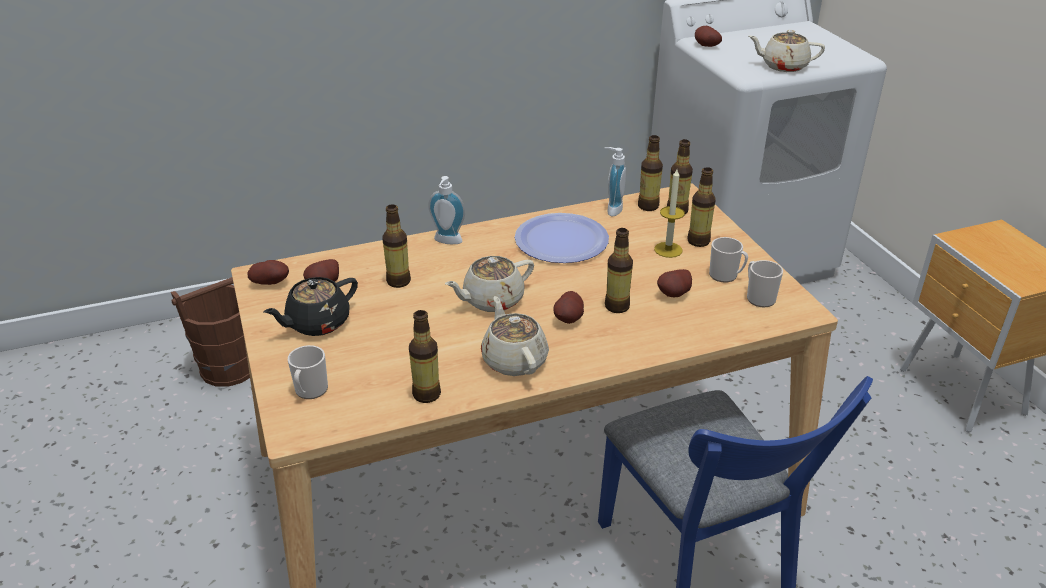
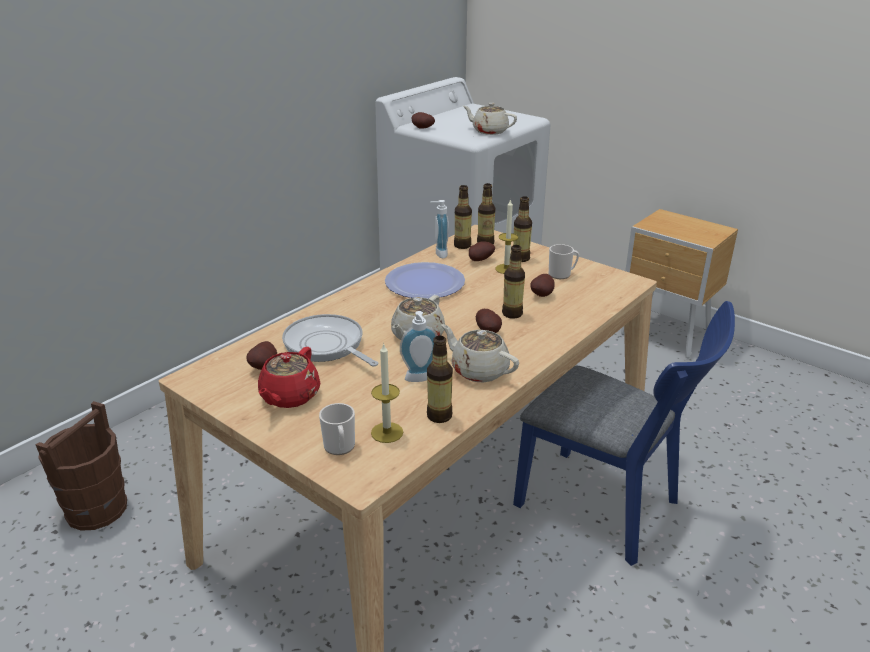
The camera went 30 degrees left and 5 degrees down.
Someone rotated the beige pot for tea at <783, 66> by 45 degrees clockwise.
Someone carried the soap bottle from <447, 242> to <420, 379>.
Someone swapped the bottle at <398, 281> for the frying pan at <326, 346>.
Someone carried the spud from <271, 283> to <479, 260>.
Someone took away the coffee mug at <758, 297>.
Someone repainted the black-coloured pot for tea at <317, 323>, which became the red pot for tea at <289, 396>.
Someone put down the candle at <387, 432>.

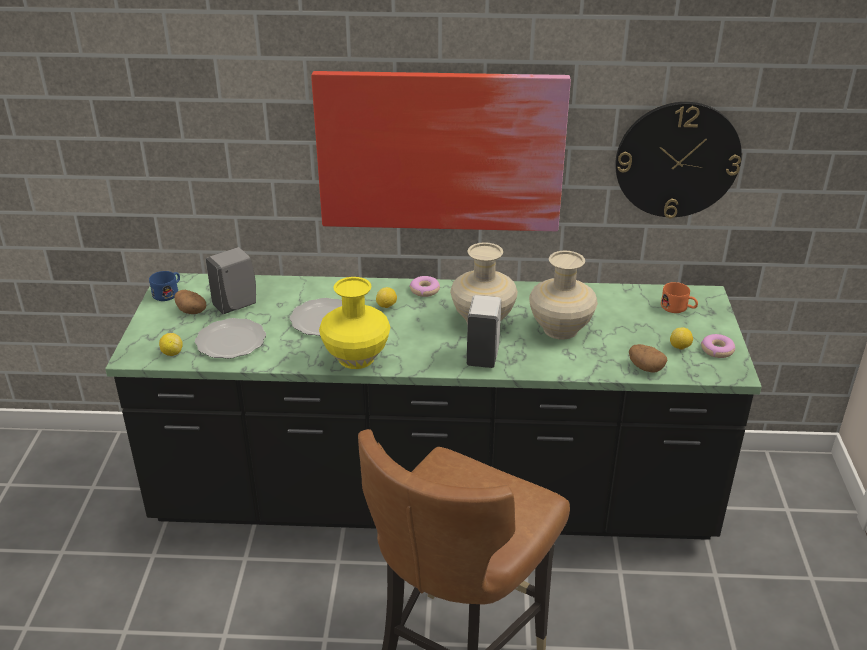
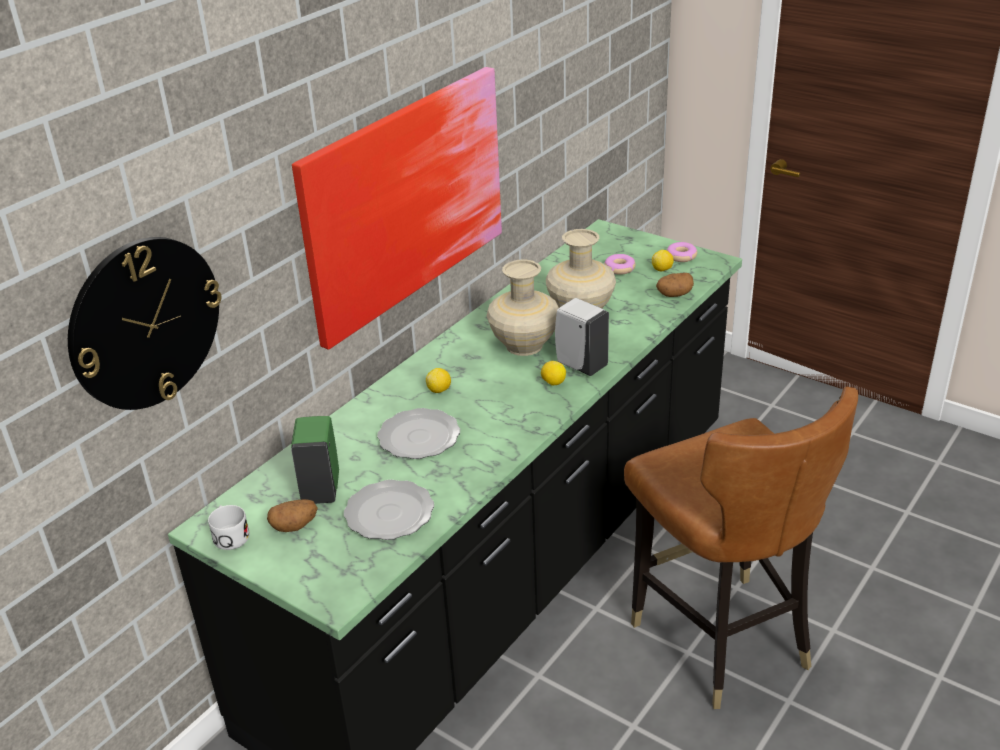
The camera went 55 degrees left and 0 degrees up.
Someone carried the wall clock from <677, 160> to <145, 323>.
Someone repainted the grey soap bottle at <237, 305>, which became the greenish soap bottle at <321, 489>.
Someone repainted the blue coffee mug at <168, 293>, which became the whitish coffee mug at <229, 535>.
Someone carried the doughnut from <424, 290> to <619, 268>.
Someone took away the yellowish flower vase at <357, 357>.
Someone took away the orangey coffee mug at <678, 308>.
Someone carried the lemon from <172, 353> to <553, 383>.

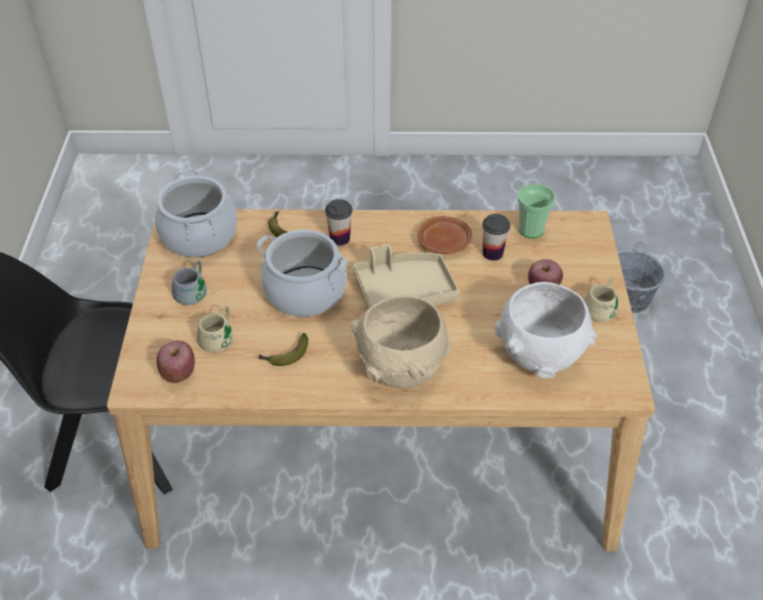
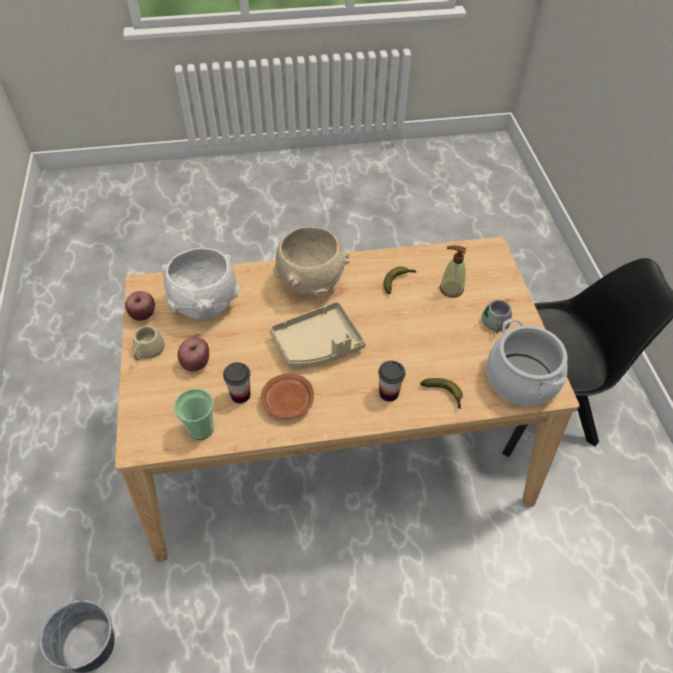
The camera went 170 degrees right and 5 degrees up.
Someone took away the cooking pot at <305, 291>.
Someone swapped the beige coffee mug at <222, 337> for the soap bottle at <451, 289>.
Someone carried the whole apple from <178, 373> to <143, 315>.

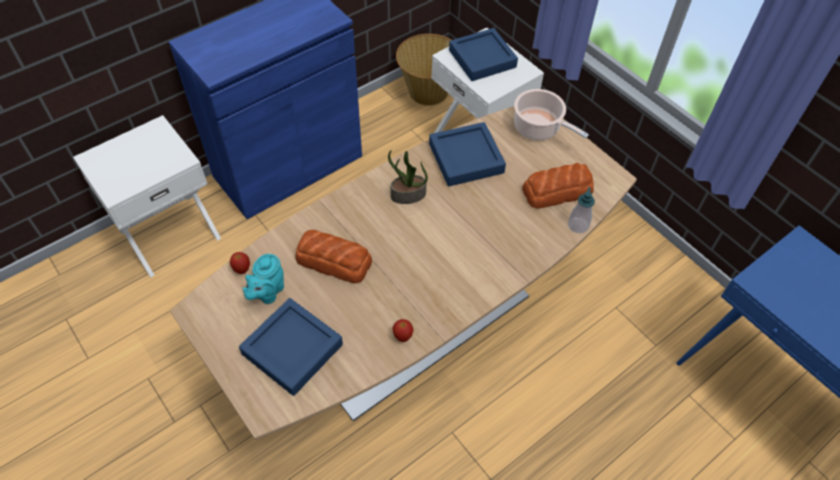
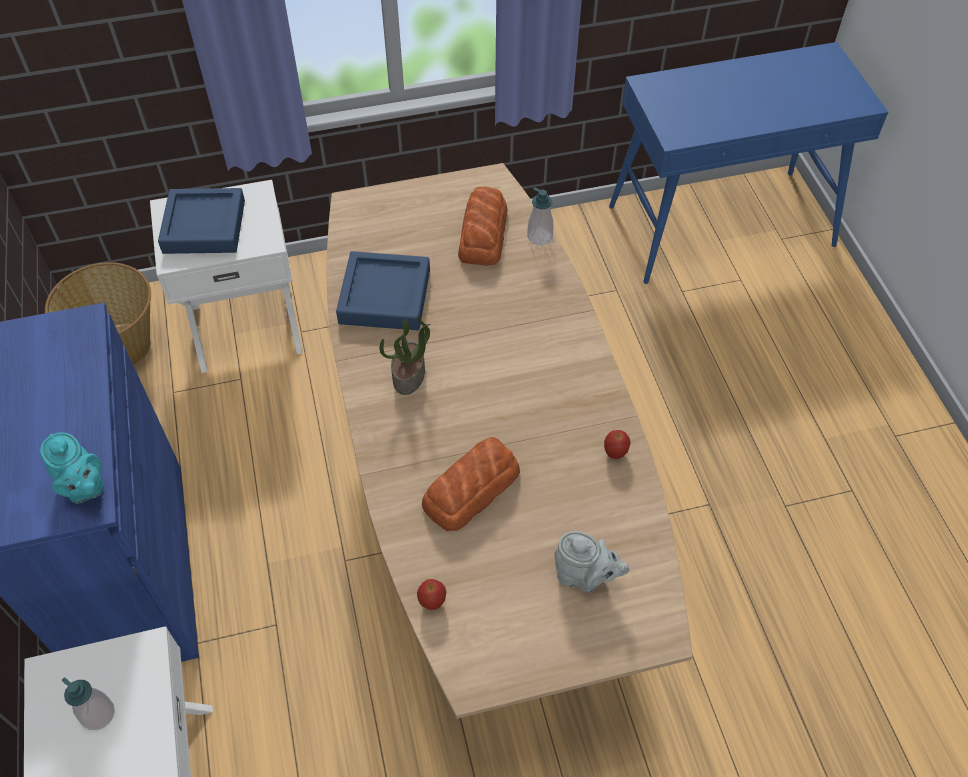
The camera went 65 degrees left and 0 degrees up.
Someone took away the cooking pot at <539, 128>.
Someone carried the blue-green pot for tea from <267, 292> to <84, 488>.
Someone swapped the blue serving tray at <292, 349> for the grey pot for tea at <584, 576>.
Someone put down the soap bottle at <98, 714>.

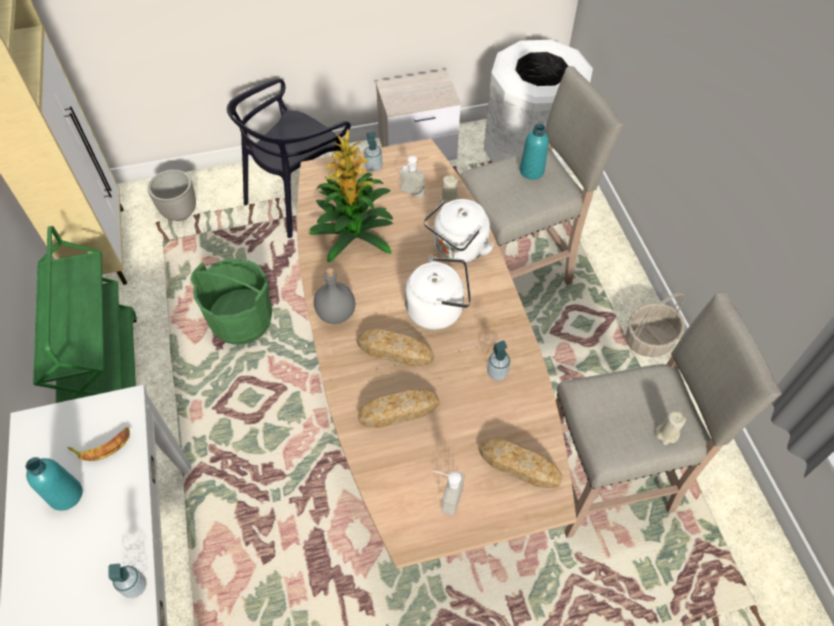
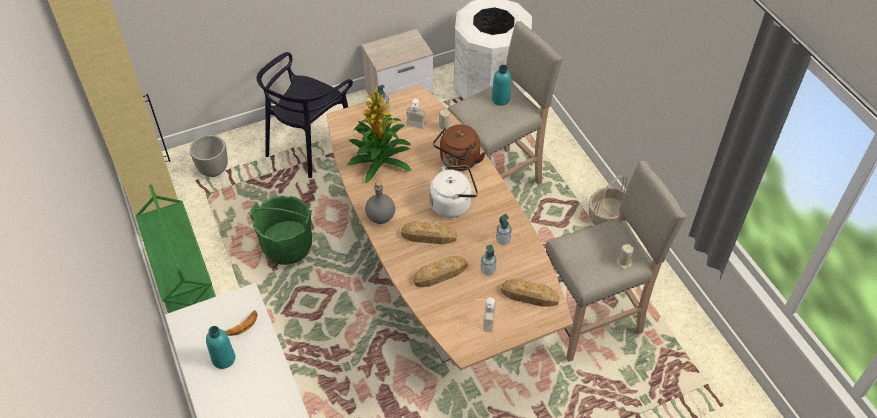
The camera went 10 degrees left and 5 degrees down.
Someone repainted the whitish kettle at <458, 249>, which became the brown kettle at <458, 161>.
Someone carried the soap bottle from <135, 586> to <488, 270>.

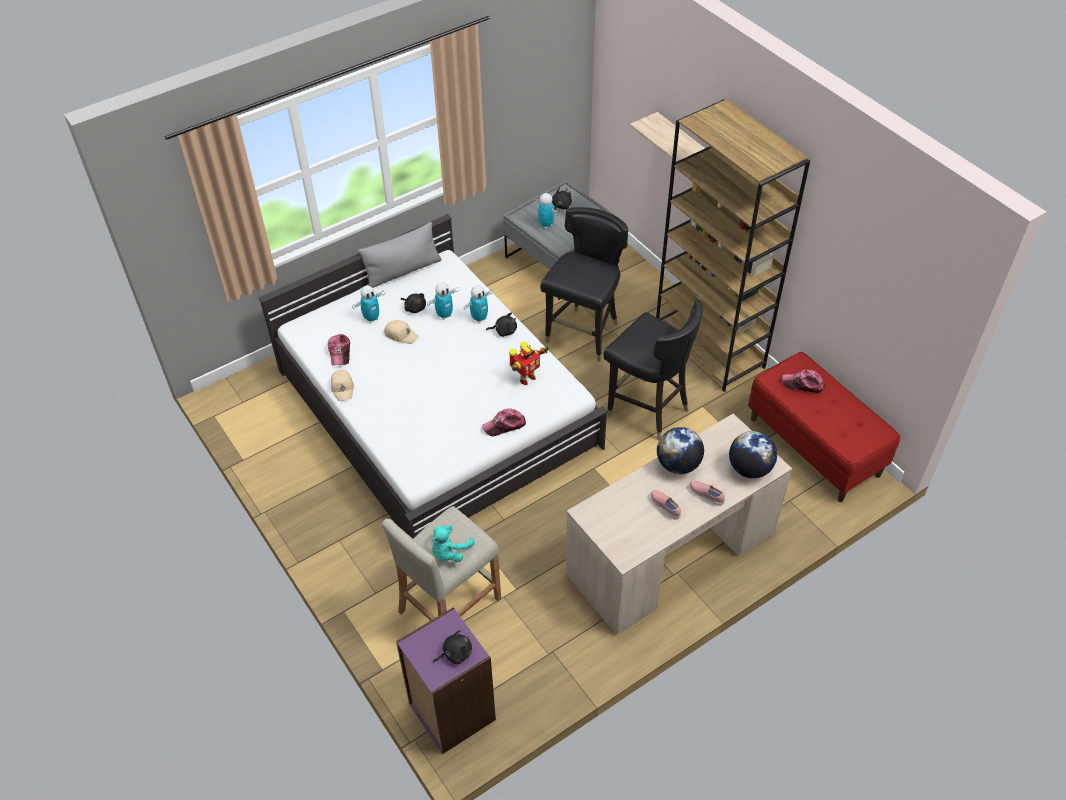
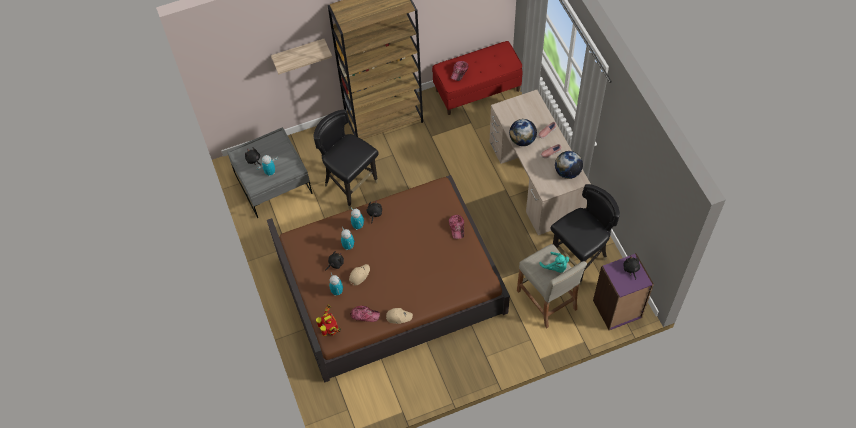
The camera went 75 degrees left and 10 degrees up.
Someone repainted the whitish bedroom bed at <436, 408>, which became the brown bedroom bed at <390, 284>.
Someone took away the grey cushion at <403, 271>.
Someone carried the black-coloured chair from <647, 410> to <579, 260>.
Someone carried the robot figure from <526, 378> to <330, 331>.
Someone carried the globe from <749, 469> to <567, 172>.

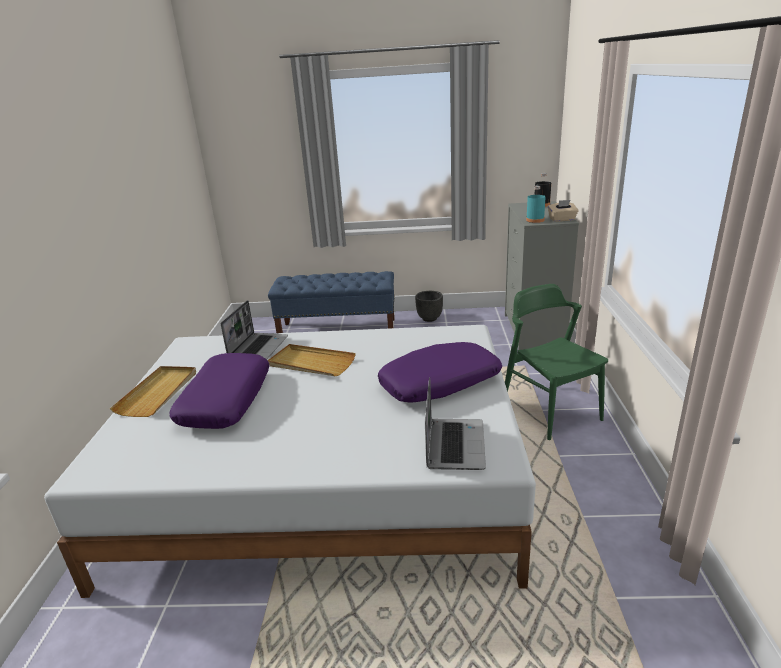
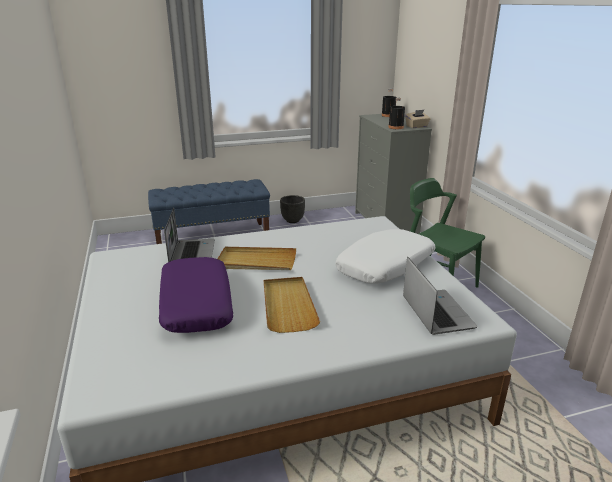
The camera went 20 degrees left and 0 degrees up.
Someone repainted the blue-green bottle at <535, 220>, which became the black-coloured bottle at <396, 127>.
Someone repainted the purple cushion at <440, 384>, which became the whitish cushion at <386, 266>.
Someone carried the beige serving tray from <158, 393> to <288, 306>.

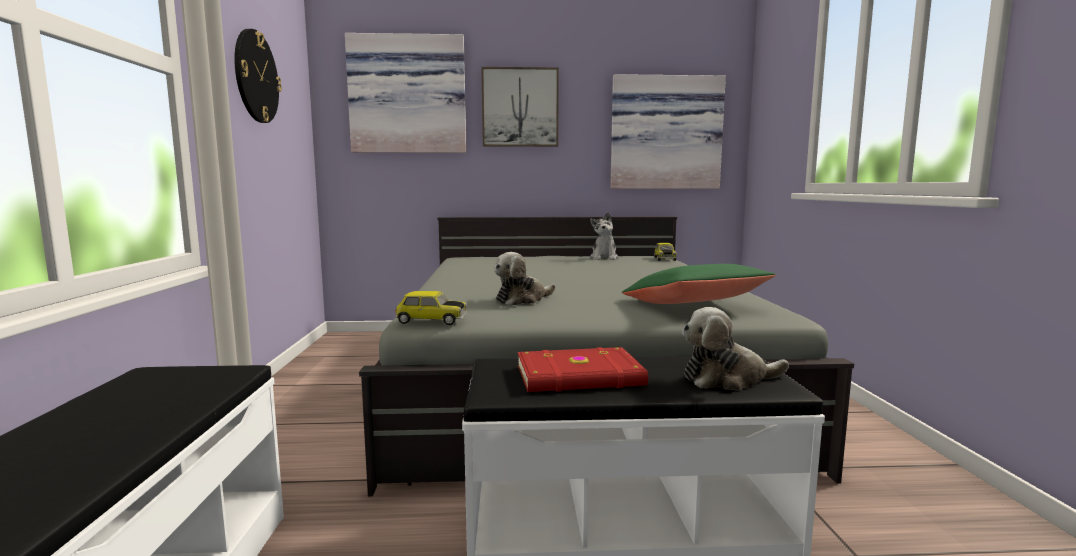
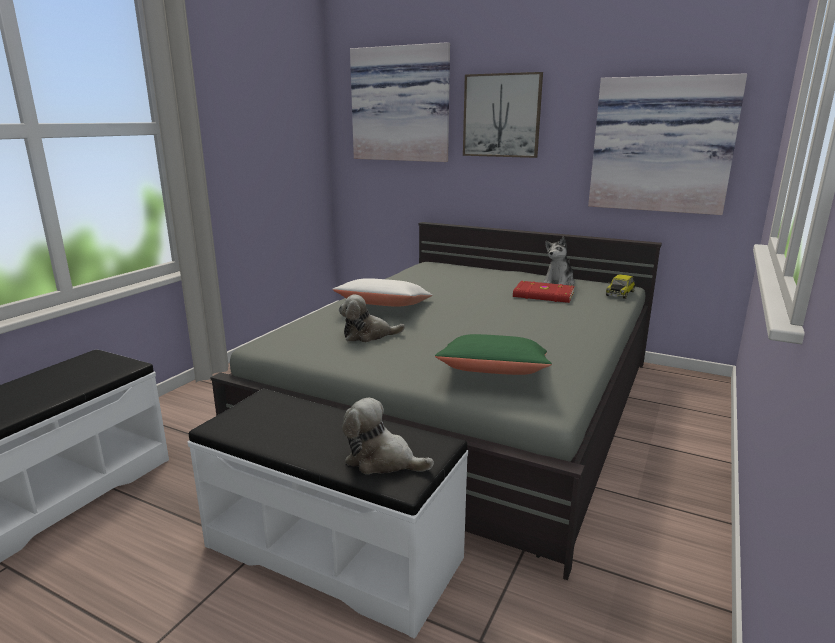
The camera went 30 degrees right and 10 degrees up.
Someone took away the wall clock at <256, 77>.
Someone took away the miniature car at <430, 321>.
Someone carried the red bound book from <580, 376> to <543, 295>.
Someone put down the whitish cushion at <384, 308>.

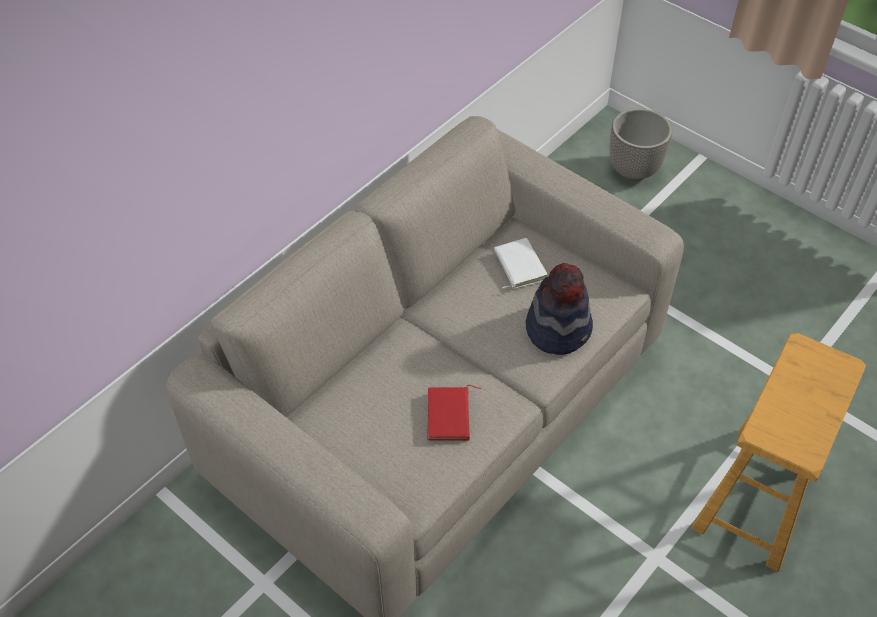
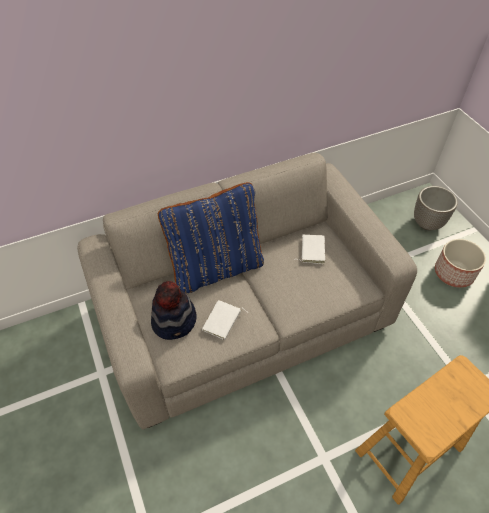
The camera went 25 degrees right and 0 degrees up.
Someone carried the wearable hat from <559, 328> to <175, 321>.
Someone repainted the red bound book at <450, 416>, which became the whitish bound book at <223, 321>.
Someone put down the blue cushion at <216, 267>.
Someone put down the flower pot at <454, 273>.

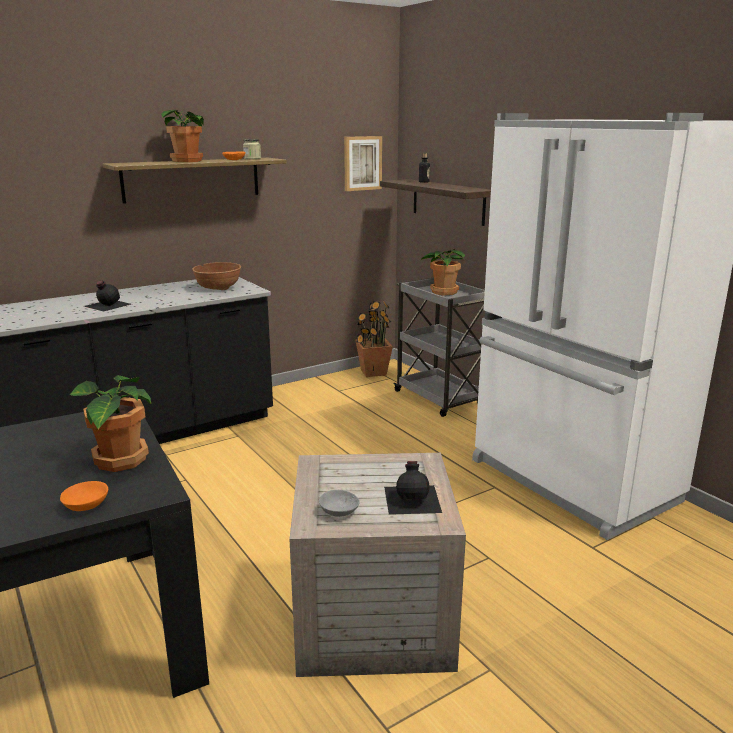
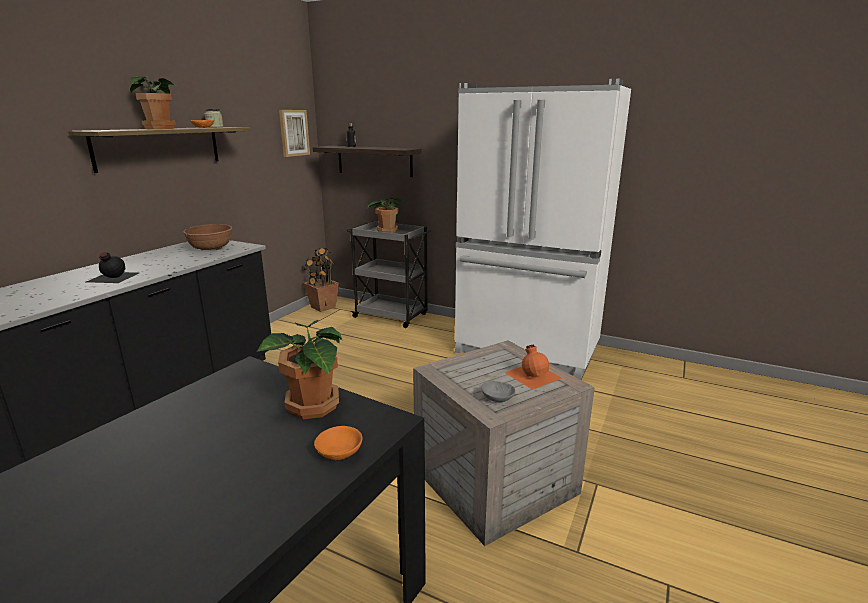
The camera went 30 degrees left and 0 degrees up.
Someone repainted the black-coloured bottle at <413, 498>, which became the orangey bottle at <533, 374>.

